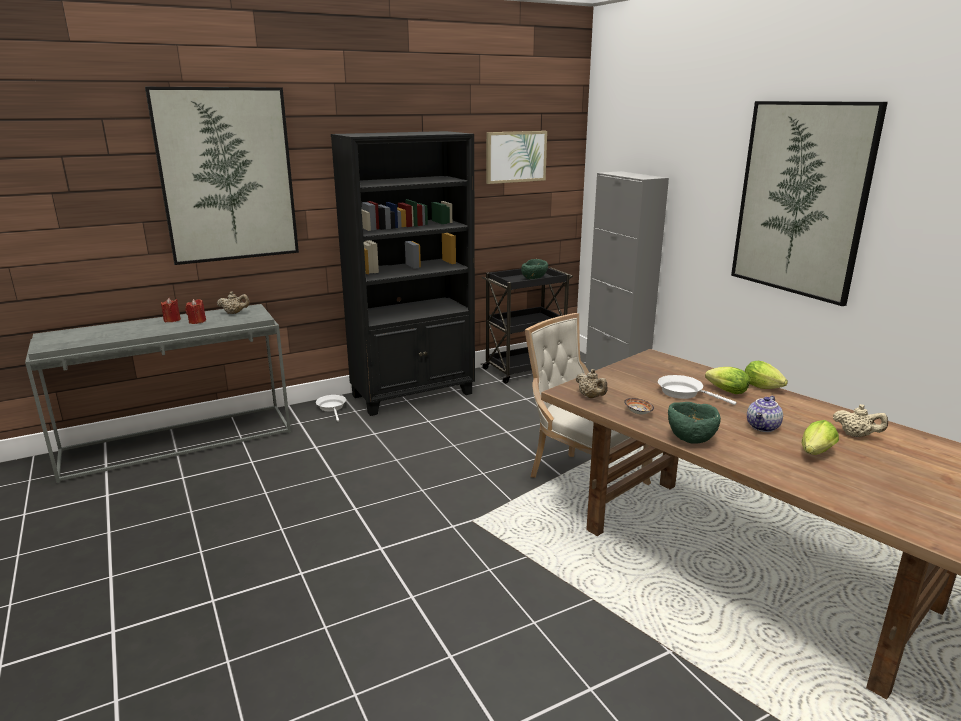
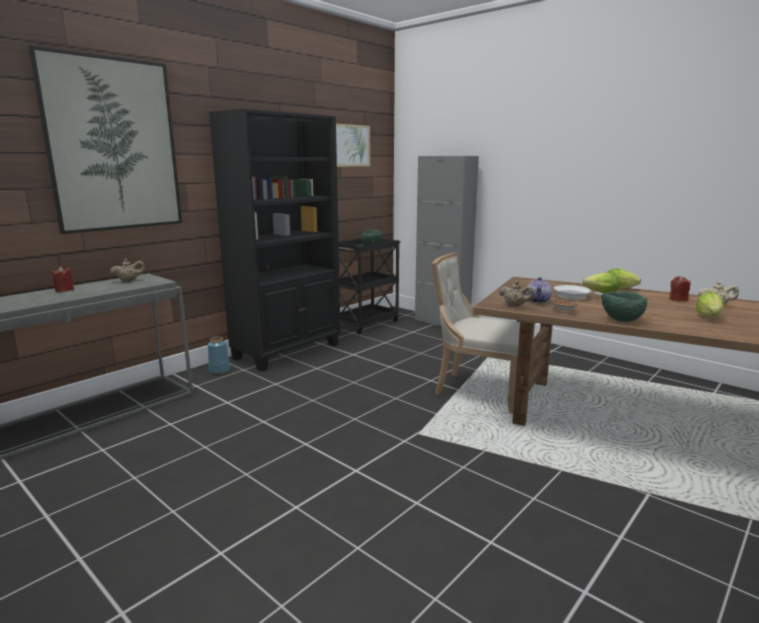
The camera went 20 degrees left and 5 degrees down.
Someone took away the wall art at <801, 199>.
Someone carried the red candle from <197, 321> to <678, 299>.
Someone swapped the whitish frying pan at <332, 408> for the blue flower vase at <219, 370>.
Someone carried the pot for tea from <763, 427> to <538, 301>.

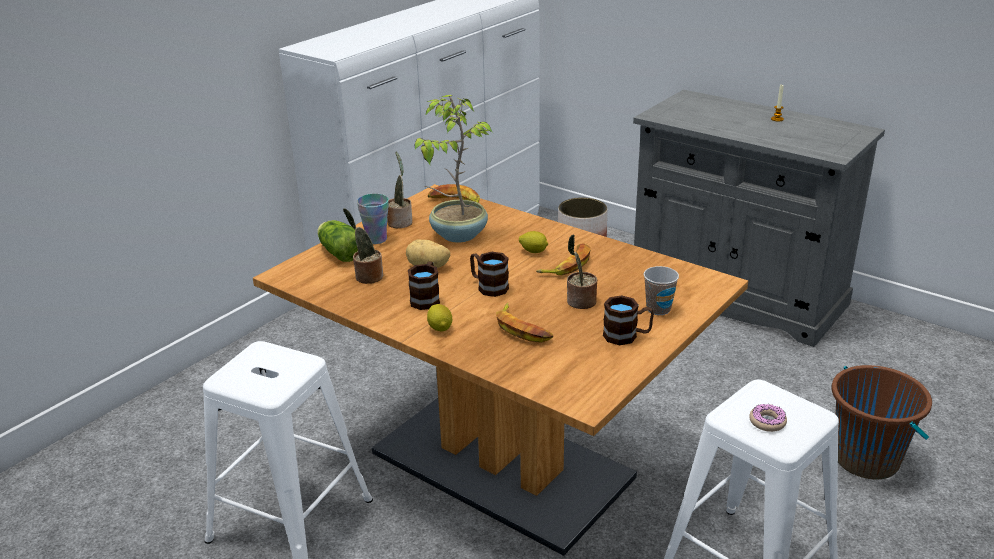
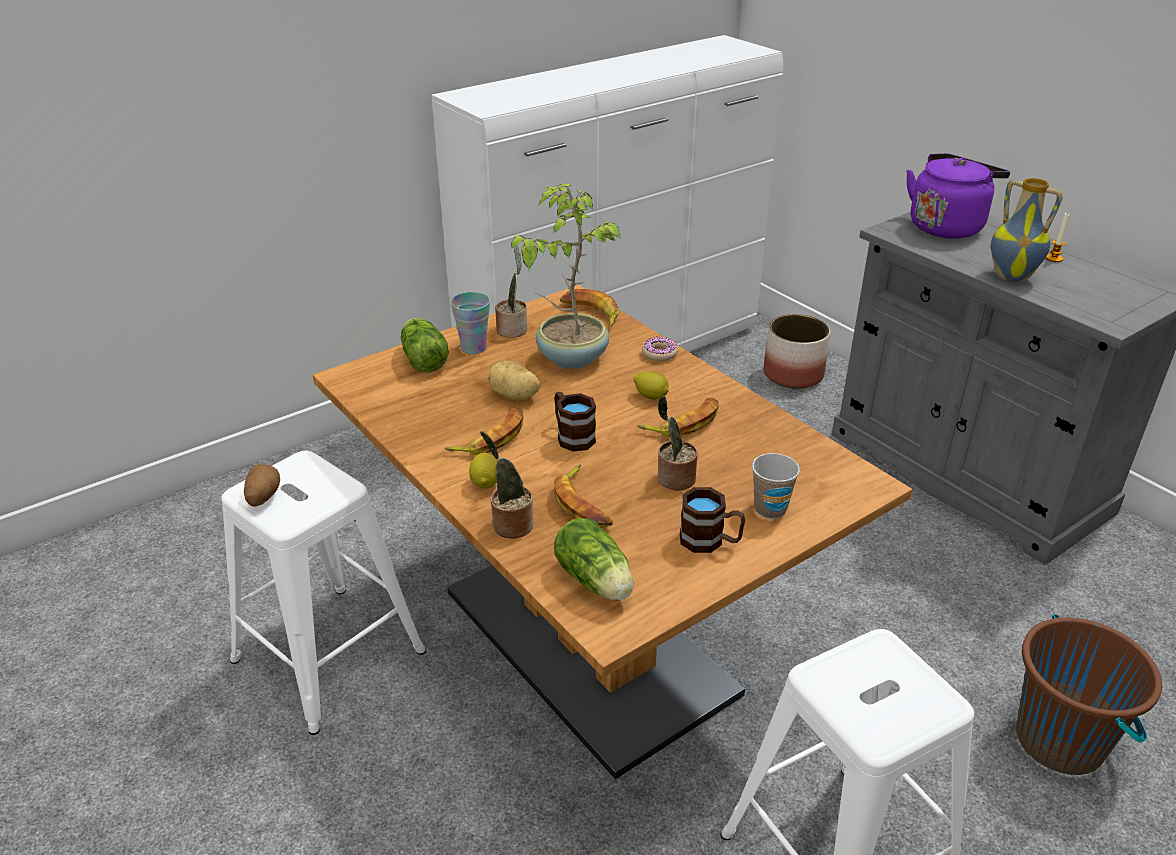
The camera went 15 degrees right and 5 degrees up.
Someone carried the plant in a pot from <367, 277> to <510, 525>.
Someone swapped the brown coffee mug at <426, 298> for the banana fruit at <491, 438>.
Someone carried the doughnut from <767, 422> to <659, 354>.
Someone put down the purple kettle at <947, 226>.
Someone put down the flower vase at <1012, 276>.
Someone put down the spud at <262, 497>.
Someone put down the lettuce head at <596, 582>.

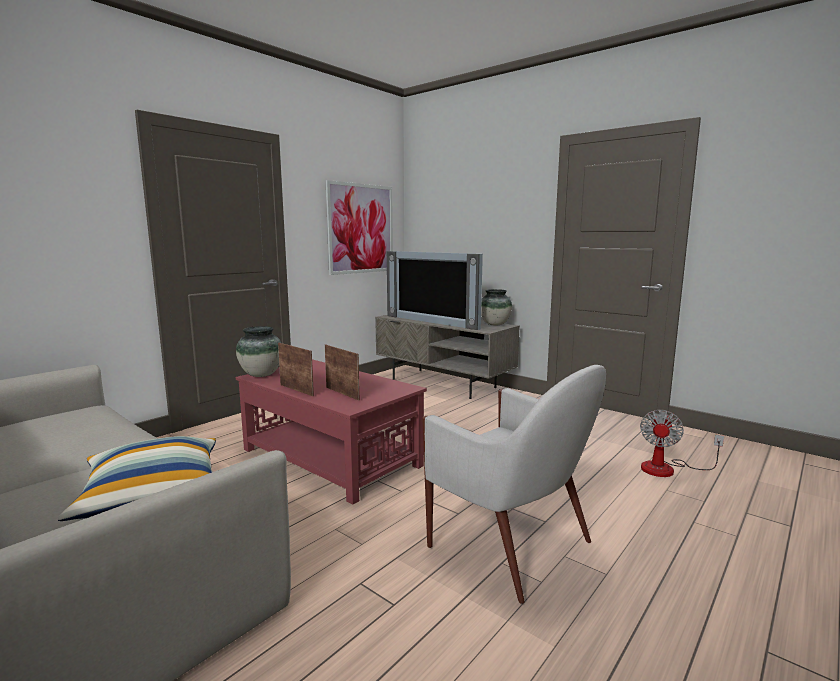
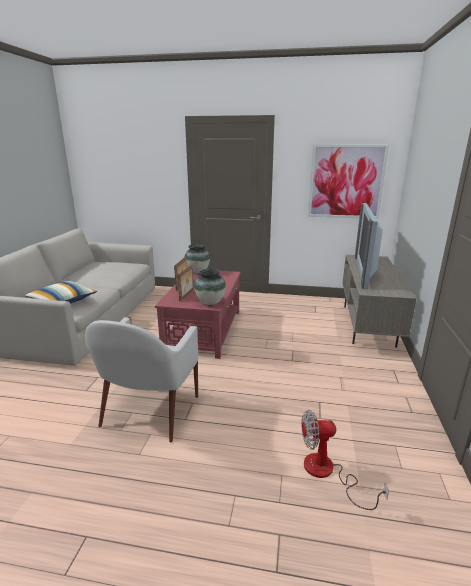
The camera went 60 degrees right and 10 degrees up.
Someone carried the flower vase from <495, 324> to <210, 303>.

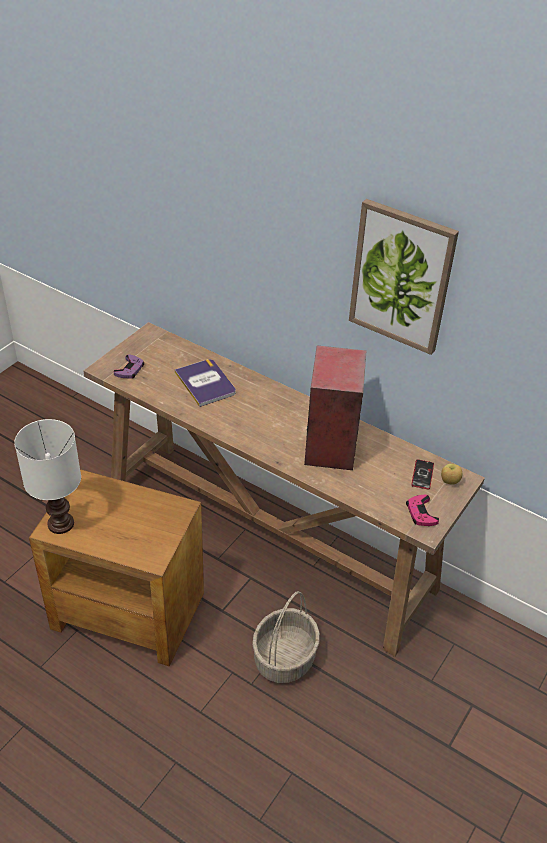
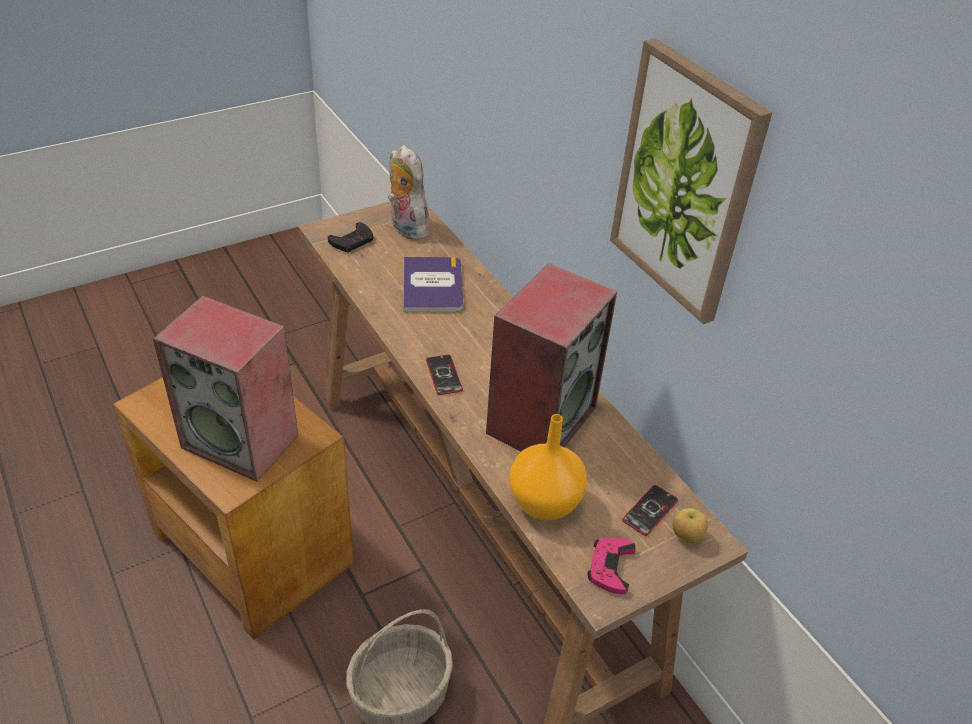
The camera went 25 degrees right and 0 degrees up.
Someone repainted the purple game controller at <130, 369>, which became the black-coloured game controller at <352, 241>.
Someone took away the whitish lamp for a table at <61, 523>.
Someone put down the soft toy at <406, 228>.
Someone put down the loudspeaker at <242, 441>.
Someone put down the handset at <444, 375>.
Someone put down the orangey flower vase at <543, 504>.

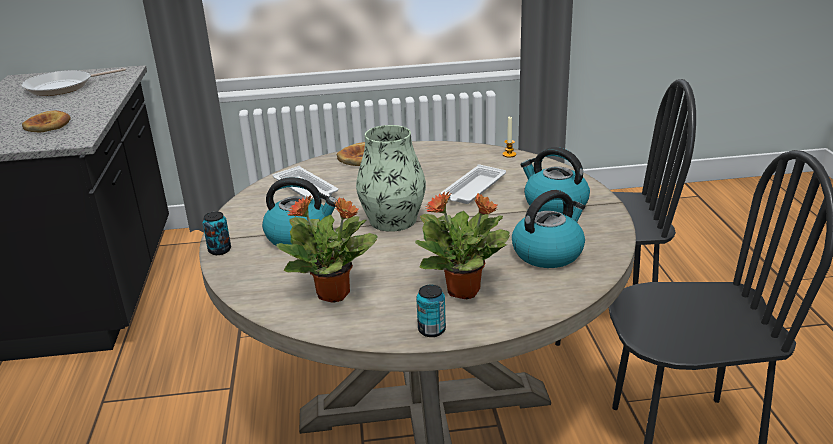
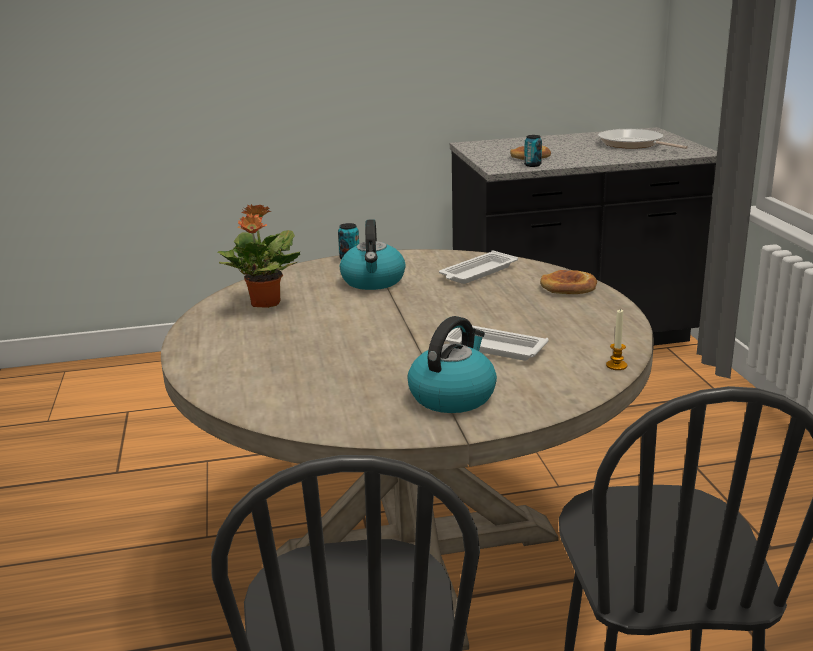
The camera went 85 degrees right and 5 degrees down.
Someone took away the flower vase at <393, 220>.
Someone took away the kettle at <548, 253>.
Someone took away the plant in a pot at <464, 291>.
Someone carried the metal can from <431, 330> to <532, 165>.

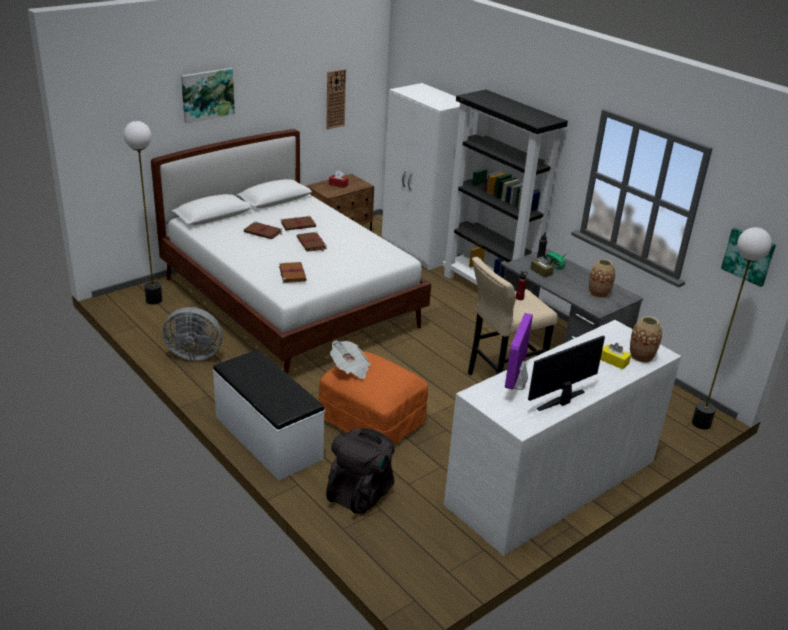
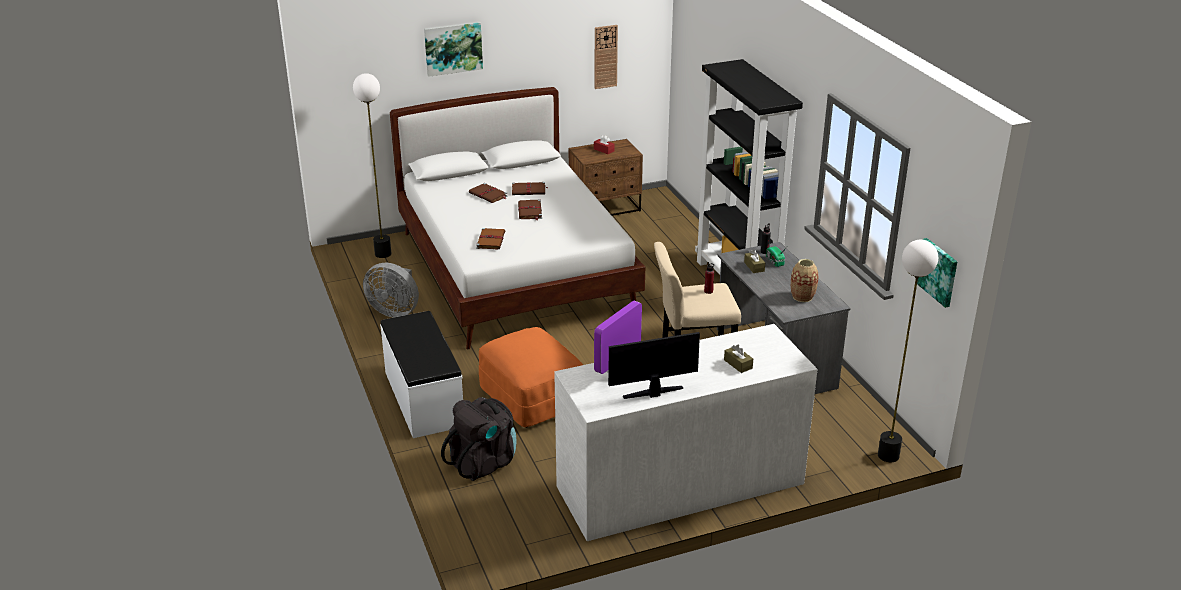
The camera went 20 degrees right and 0 degrees up.
Someone took away the whitish armoire at <419, 252>.
Someone took away the flower vase at <641, 356>.
Someone took away the printed paper at <350, 368>.
Someone repainted the yellowish box of tissues at <613, 361>, which became the brown box of tissues at <738, 364>.

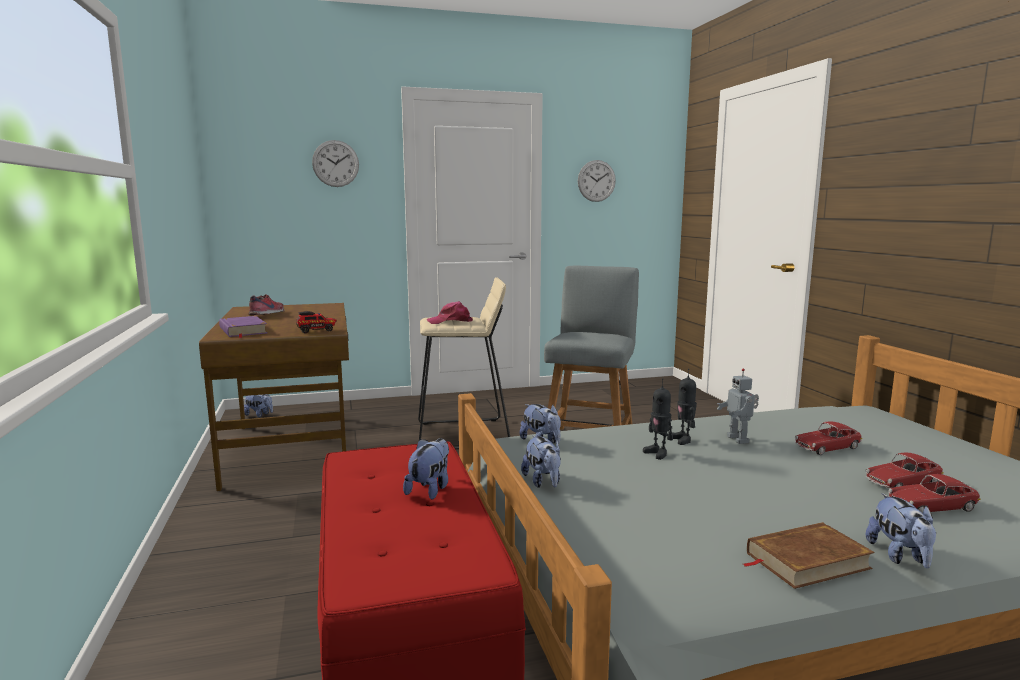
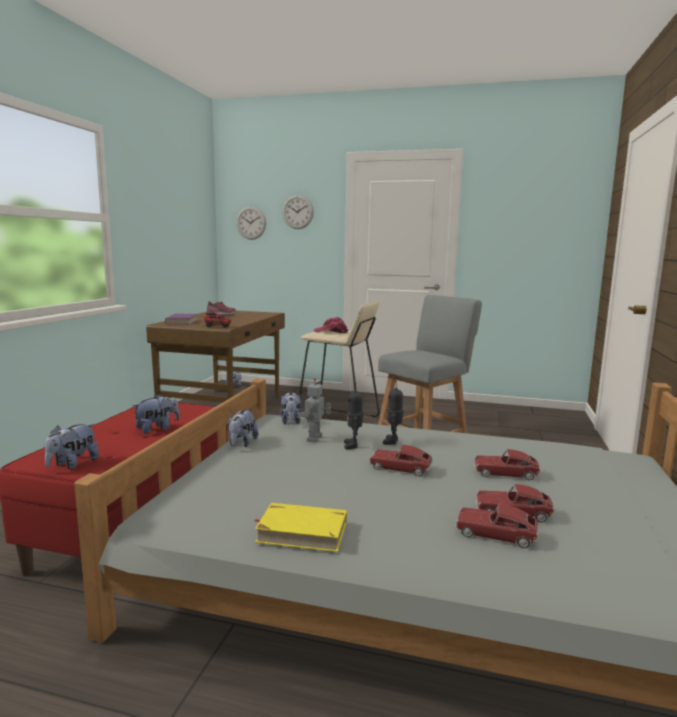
The camera went 30 degrees right and 0 degrees up.
Someone carried the wall clock from <596, 181> to <251, 223>.
Someone carried the robot figure from <739, 439> to <315, 439>.
Someone carried the soft toy from <900, 556> to <73, 464>.
Someone repainted the brown bound book at <806, 560>, which became the yellowish bound book at <302, 532>.
Someone put down the miniature car at <400, 468>.

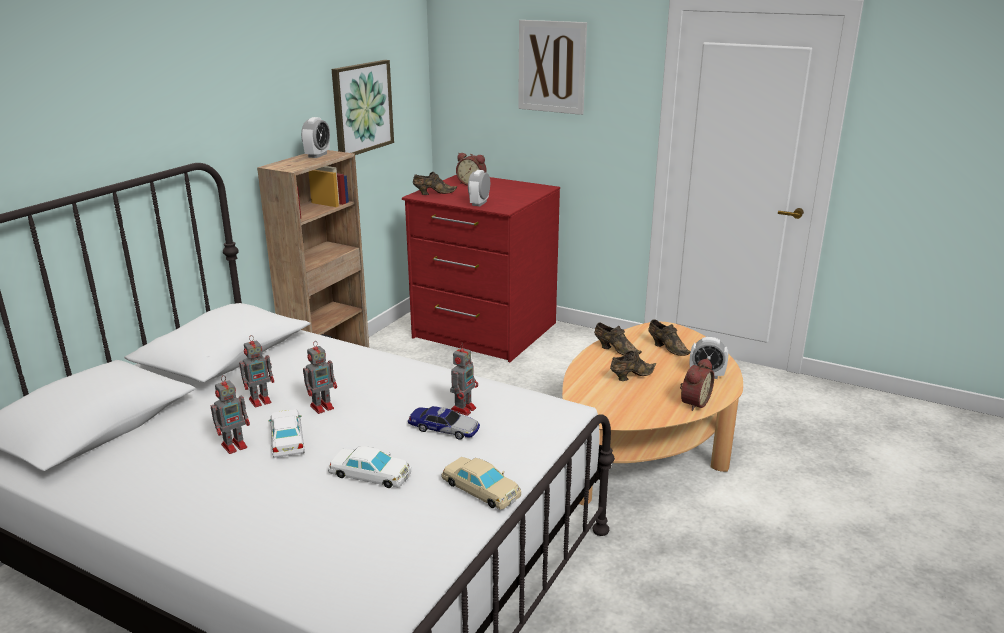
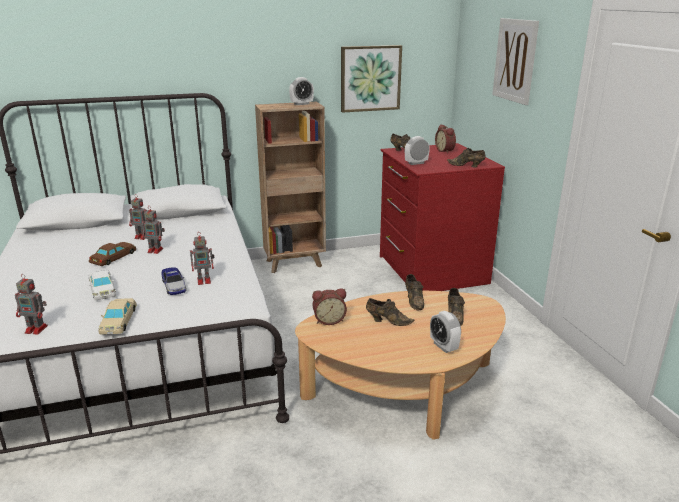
The camera went 45 degrees right and 0 degrees up.
Someone carried the bedside clock from <693, 402> to <329, 320>.
Someone carried the robot figure from <235, 445> to <37, 329>.
Someone repainted the whitish miniature car at <287, 438>, which became the brown miniature car at <114, 257>.
Someone put down the brown shoe at <466, 166>.

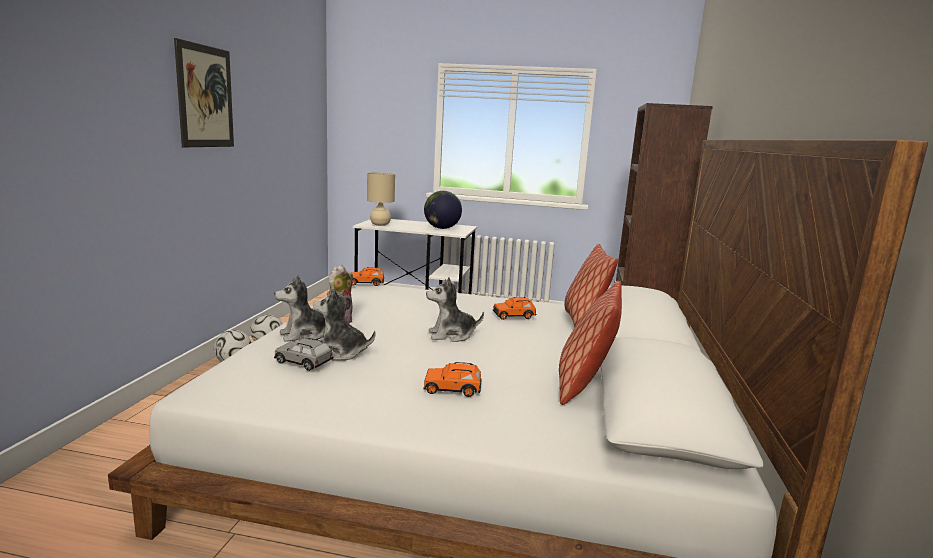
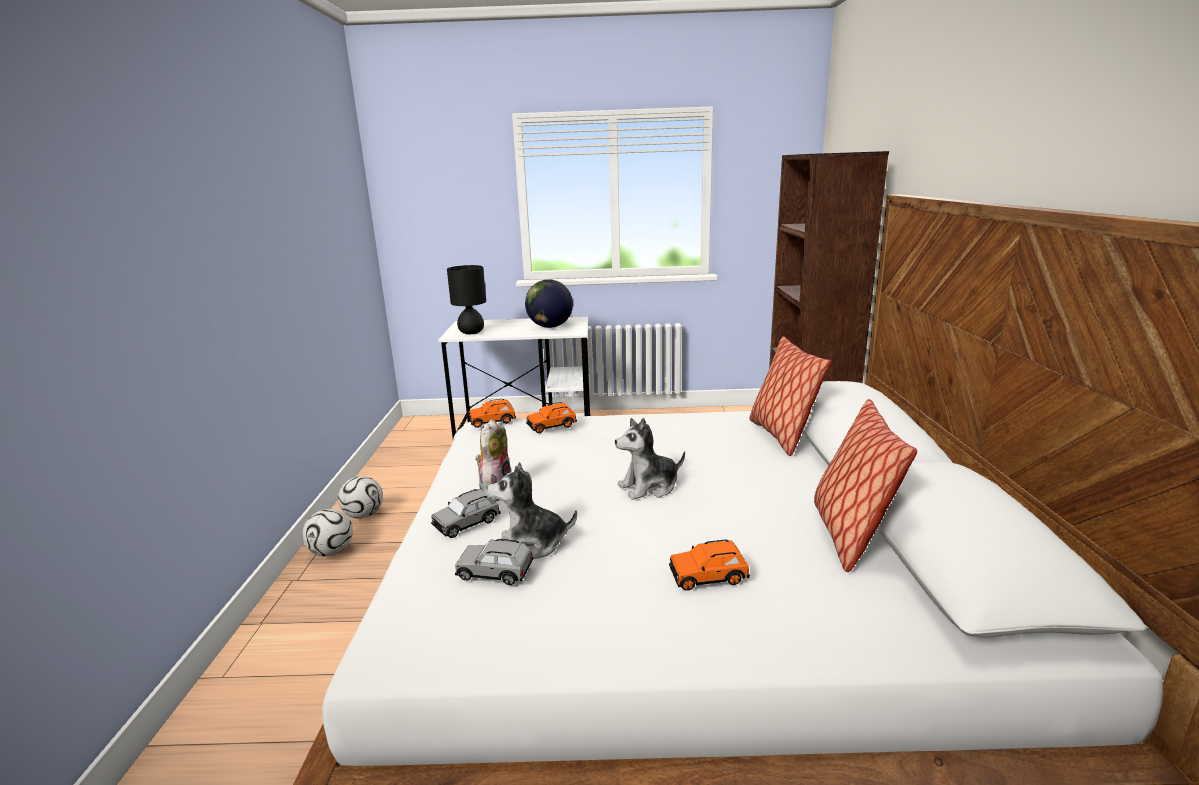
The camera went 10 degrees left and 5 degrees up.
Someone took away the wall art at <205, 97>.
Someone repainted the beige lamp for a table at <380, 224>, which became the black-coloured lamp for a table at <471, 332>.
Someone swapped the soft toy at <305, 335> for the grey miniature car at <467, 523>.
Someone carried the orangey miniature car from <514, 316> to <551, 426>.

